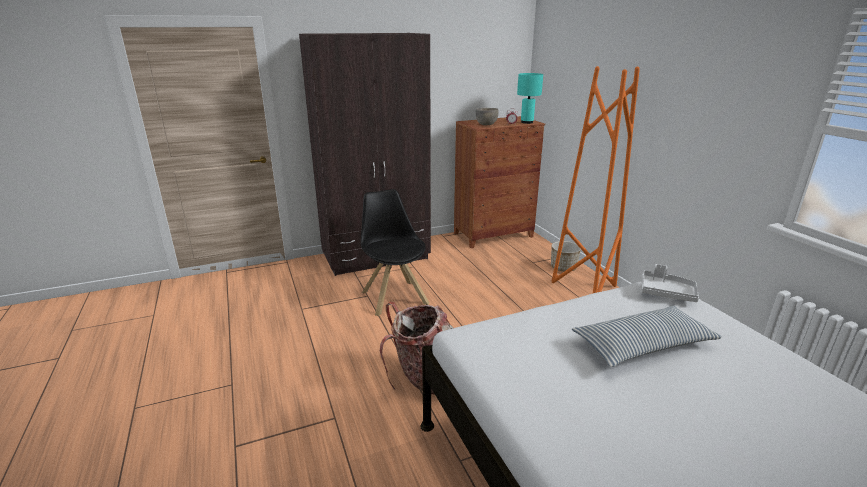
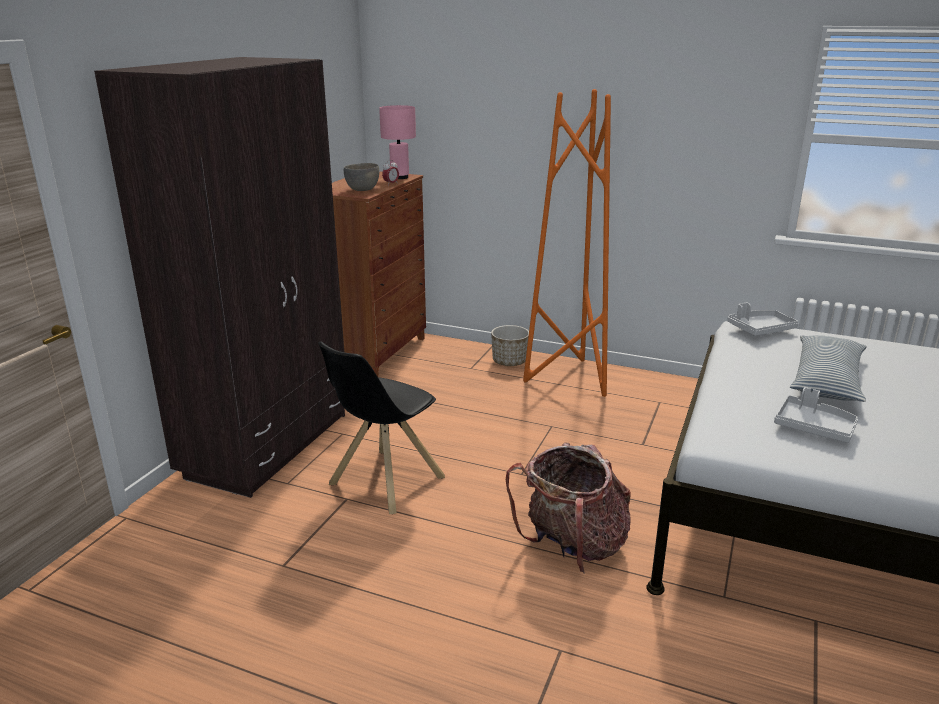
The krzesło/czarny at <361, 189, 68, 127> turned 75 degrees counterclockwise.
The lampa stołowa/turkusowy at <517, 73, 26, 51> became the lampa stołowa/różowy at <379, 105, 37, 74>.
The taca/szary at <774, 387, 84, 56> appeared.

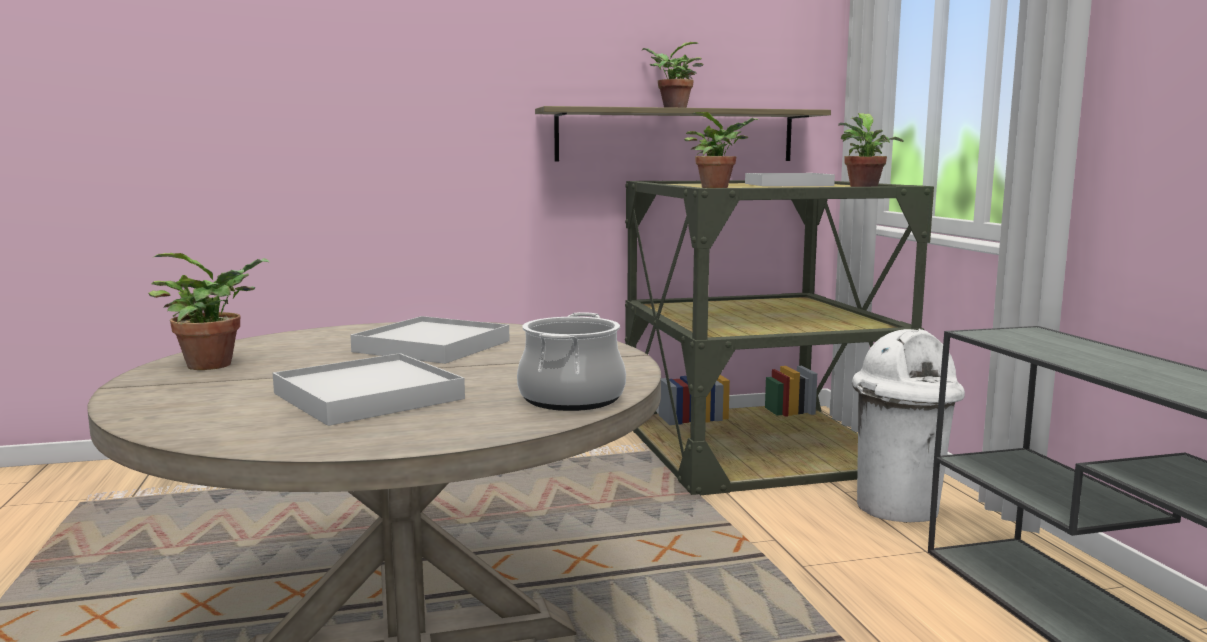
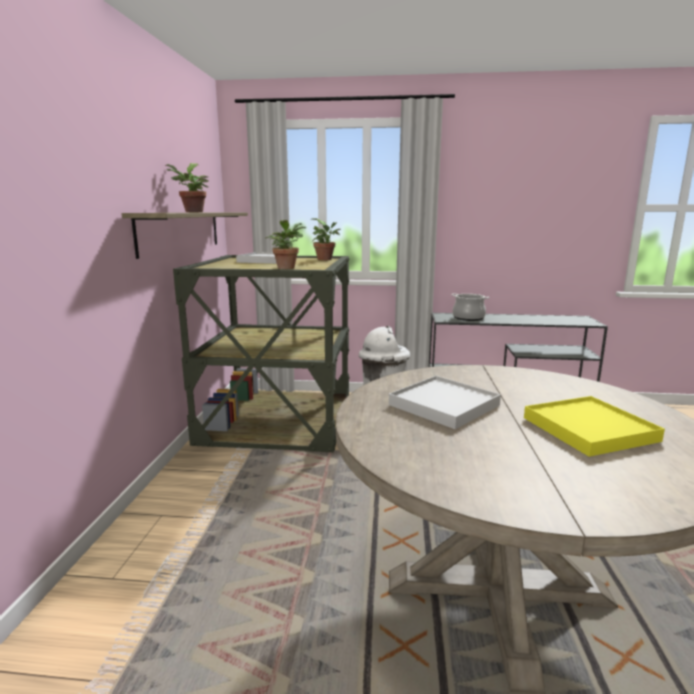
The roślina doniczkowa at <148, 253, 122, 117> disappeared.
The taca/biały at <273, 353, 192, 73> became the taca/żółty at <524, 396, 141, 61>.
The garnek moved from <517, 312, 109, 99> to <451, 293, 38, 28>.

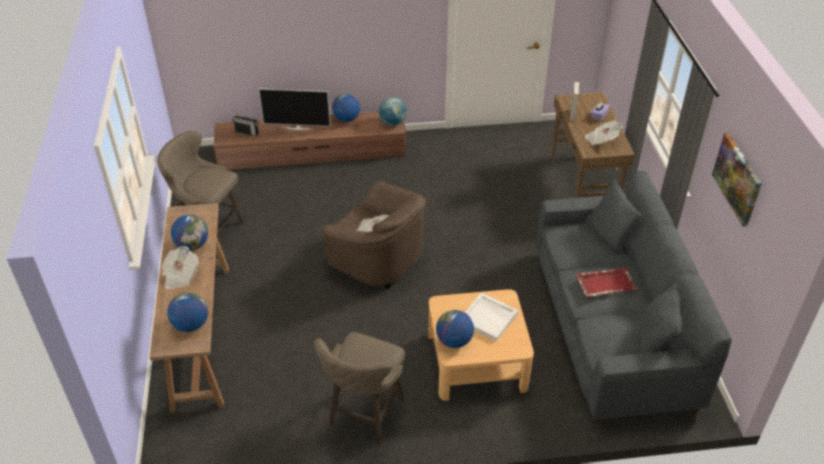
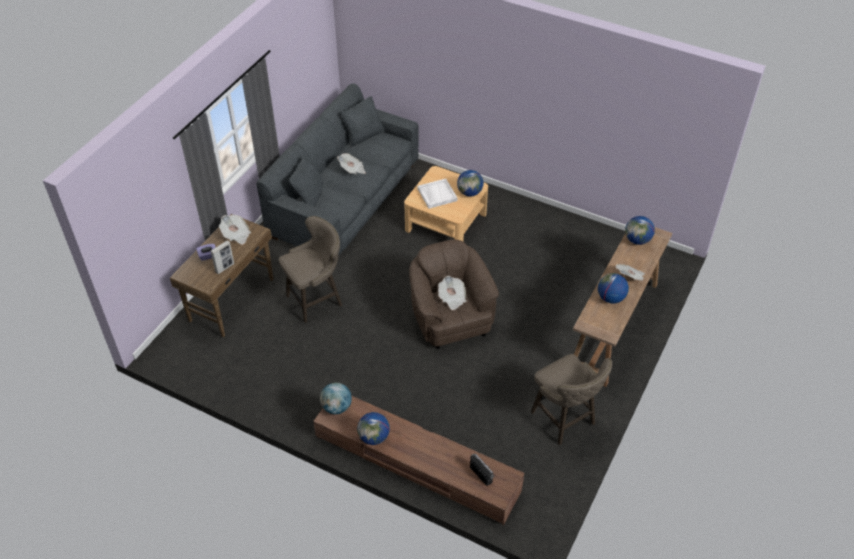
The telewizor at <258, 88, 73, 42> disappeared.
The stołek/beżowy moved from <314, 332, 91, 112> to <279, 216, 63, 107>.
The taca/czerwony at <576, 267, 61, 30> was replaced by the gazeta at <337, 153, 29, 21>.
The obraz at <712, 133, 50, 94> disappeared.

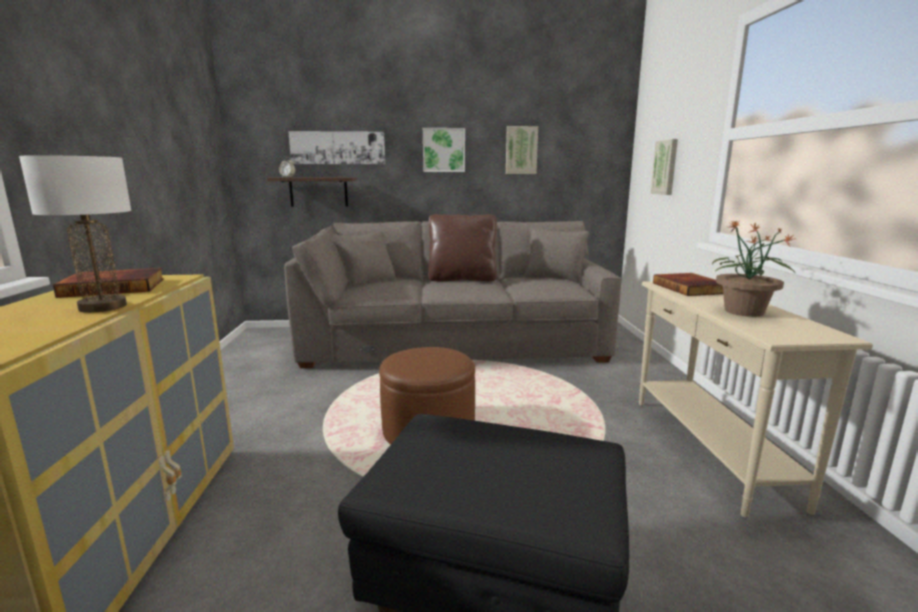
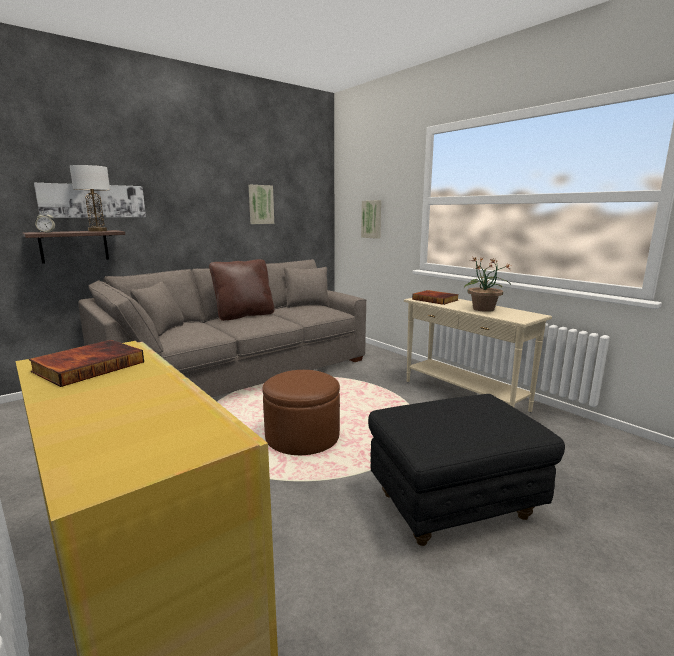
The lampa stołowa moved from <19, 155, 112, 158> to <70, 165, 40, 67>.
The obraz at <423, 128, 42, 44> disappeared.

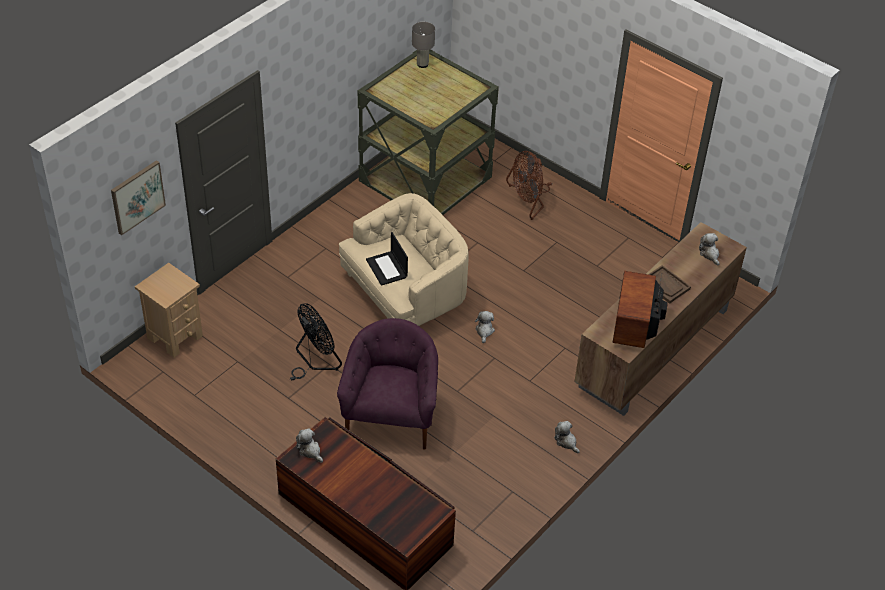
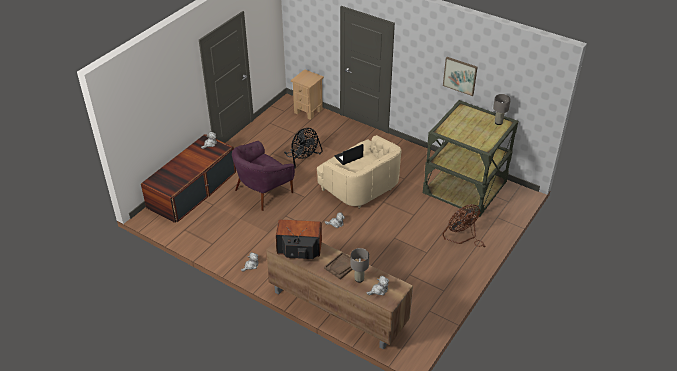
The obraz moved from <111, 160, 55, 75> to <443, 57, 35, 39>.
The fotel/fioletowy at <337, 318, 101, 132> turned 135 degrees clockwise.
The lampa stołowa/szary at <351, 248, 18, 35> appeared.

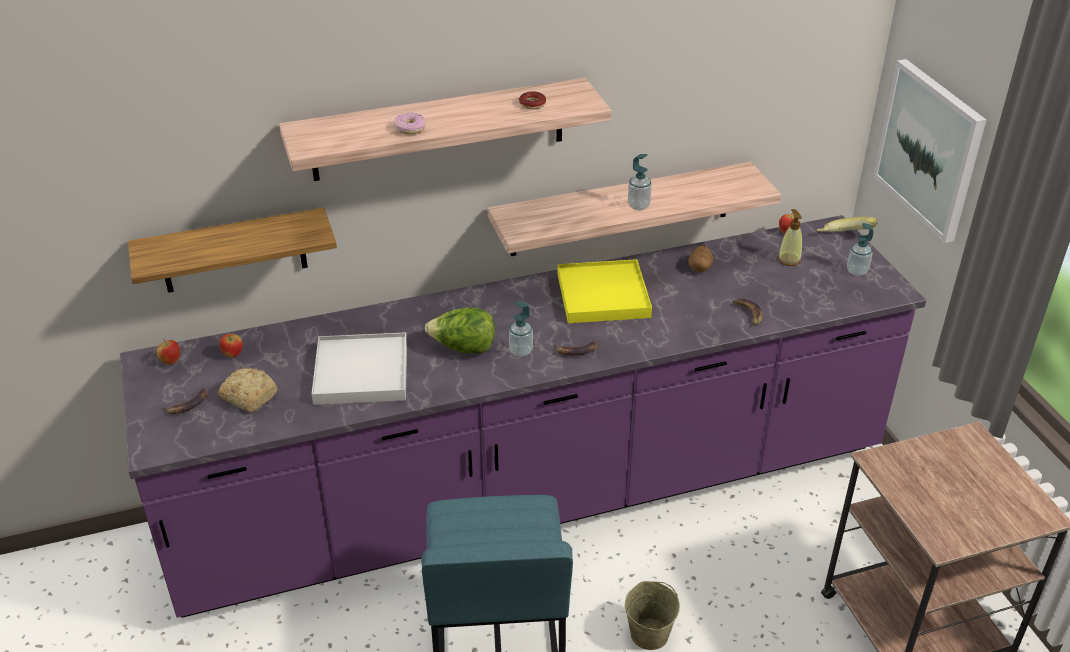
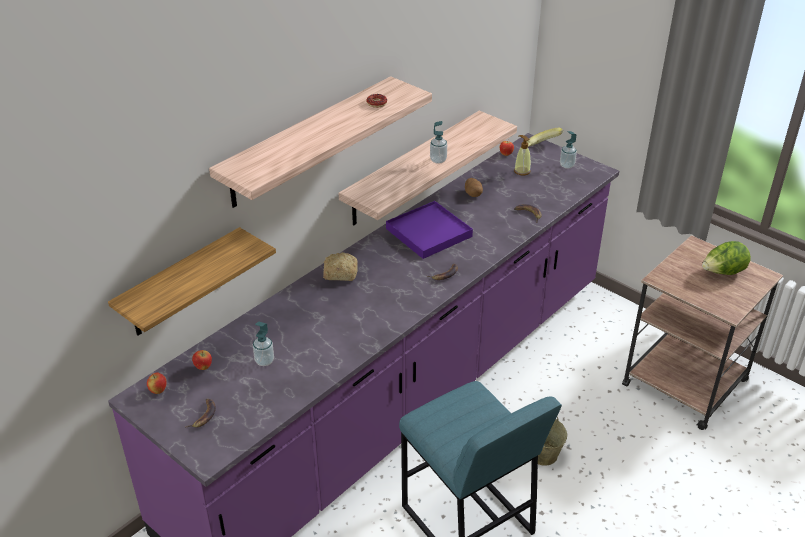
The chleb moved from <218, 367, 59, 45> to <323, 252, 35, 29>.
The taca/biały at <312, 332, 95, 73> disappeared.
The donut at <394, 113, 32, 22> disappeared.
The sałata moved from <425, 307, 70, 46> to <702, 241, 49, 34>.
The dozownik mydła moved from <509, 301, 24, 56> to <253, 322, 21, 44>.
The taca/żółty at <558, 259, 94, 64> became the taca/fioletowy at <386, 201, 87, 58>.
The obraz at <873, 59, 113, 184> disappeared.

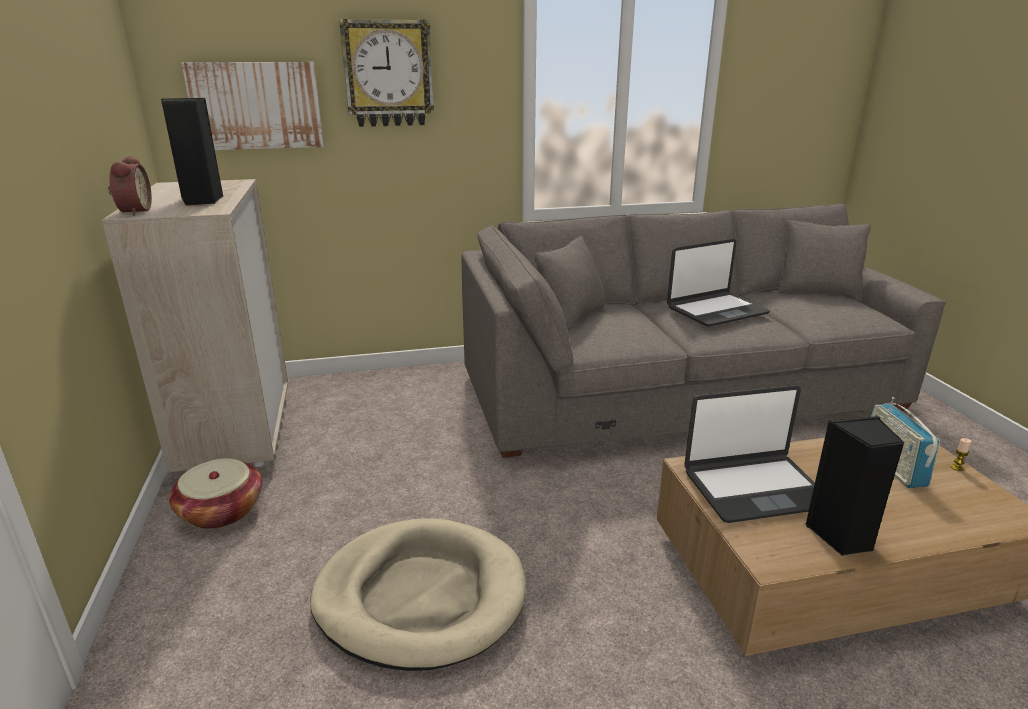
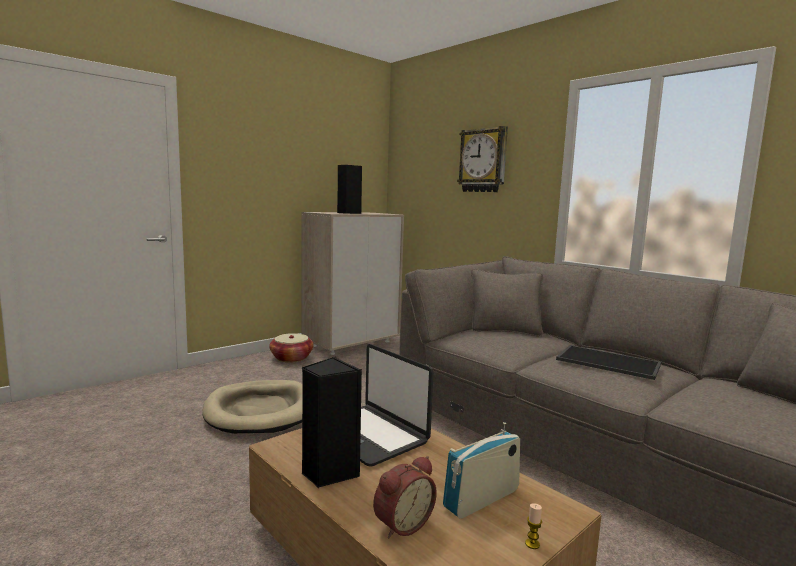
The budzik moved from <108, 156, 44, 59> to <373, 456, 64, 83>.
The obraz at <181, 62, 143, 88> disappeared.
The laptop at <667, 239, 103, 88> was replaced by the taca at <556, 345, 105, 35>.

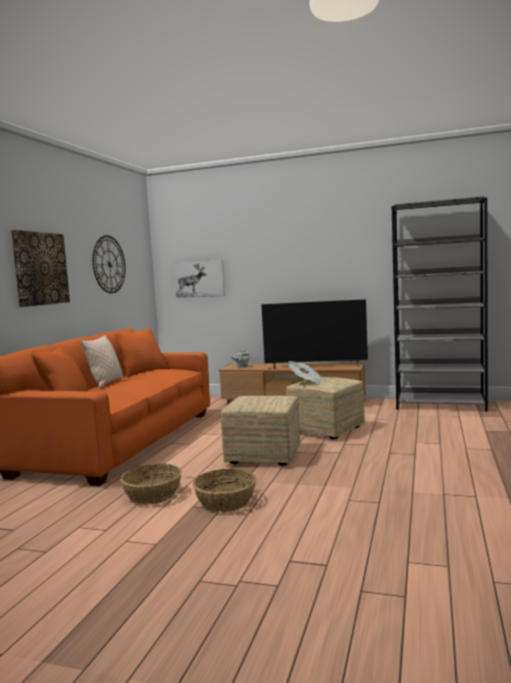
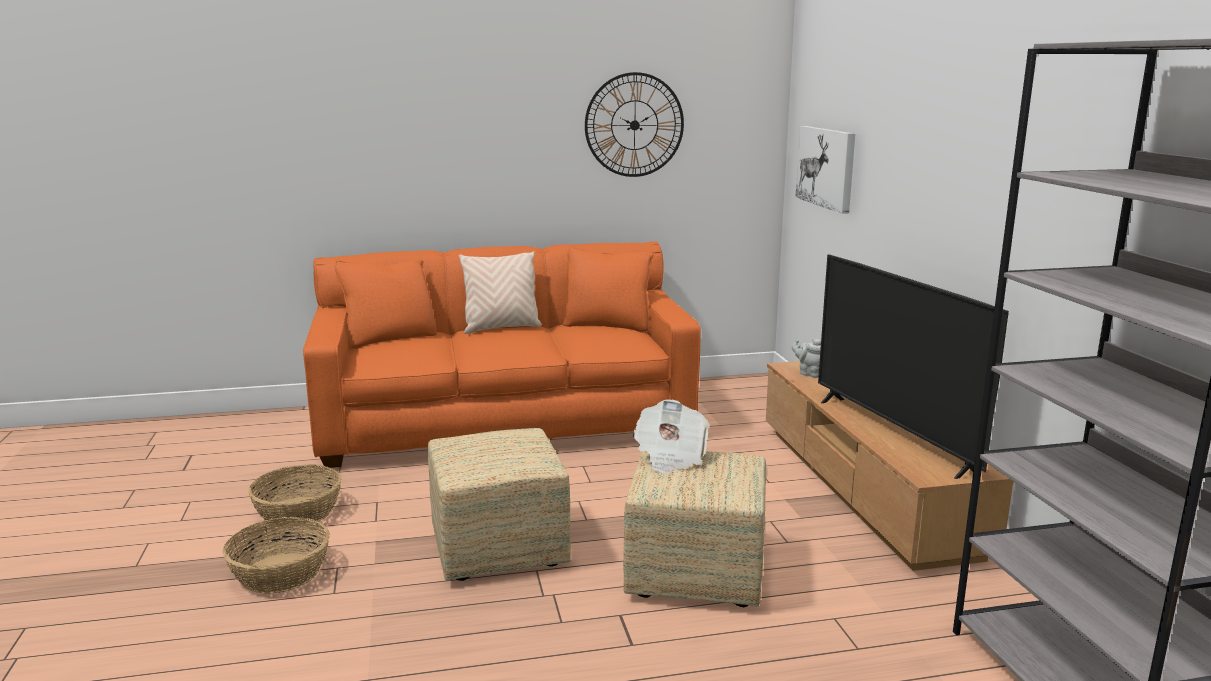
The obraz at <11, 230, 59, 77> disappeared.

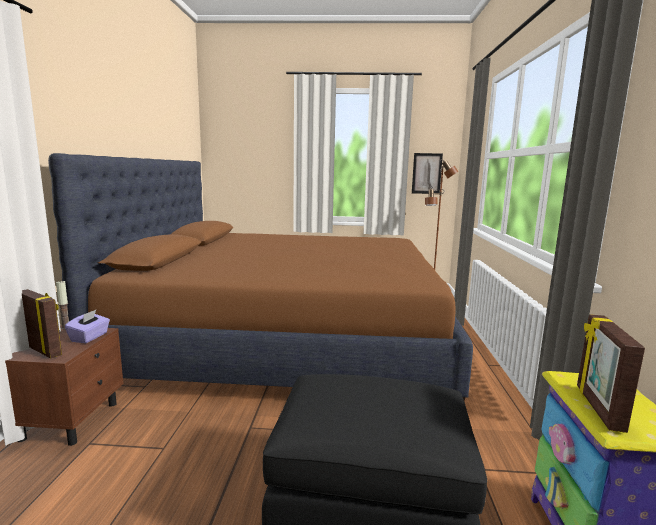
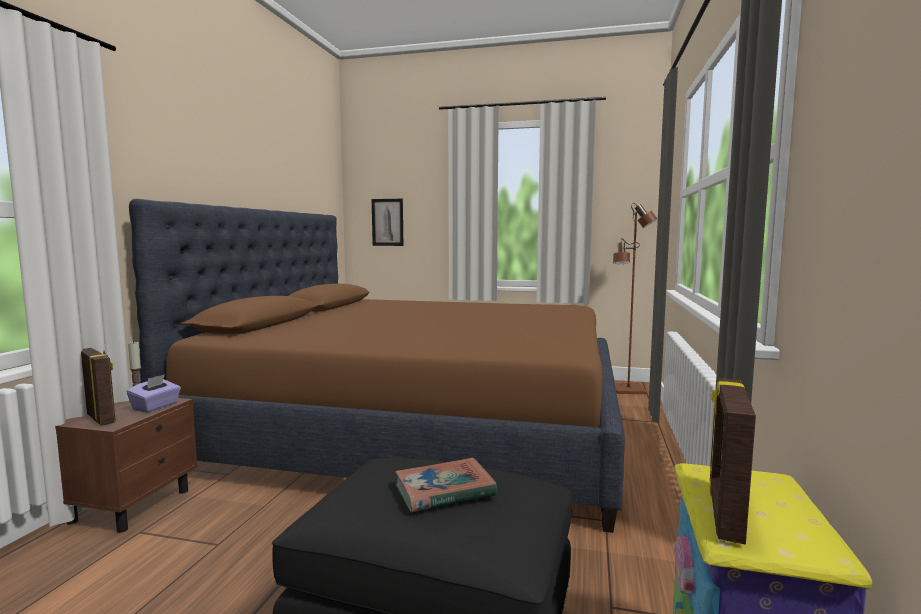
The obraz moved from <412, 153, 31, 41> to <372, 199, 31, 47>.
The książka at <395, 458, 102, 54> appeared.

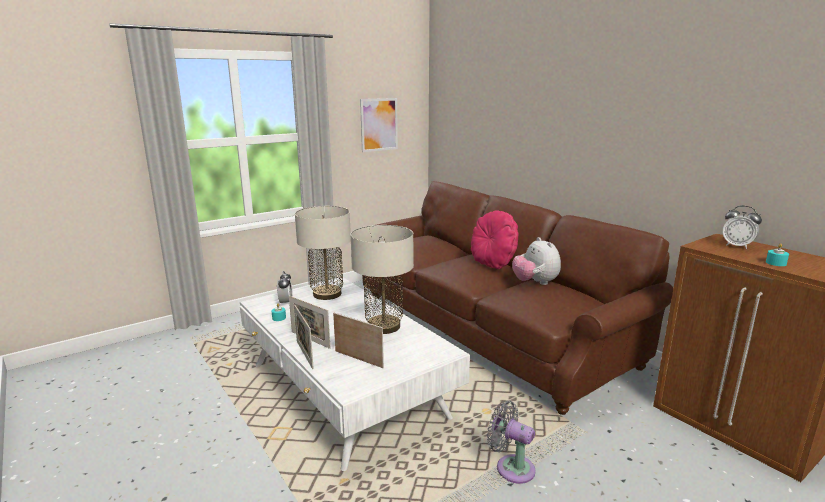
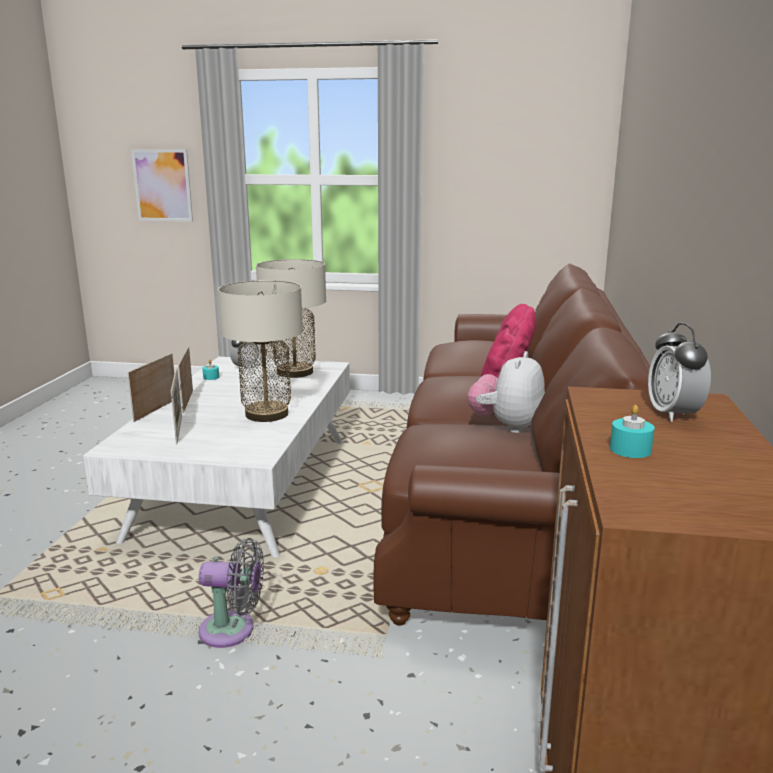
The obraz moved from <360, 98, 38, 54> to <131, 149, 62, 73>.
The wentylator/szary at <487, 400, 49, 84> turned 105 degrees clockwise.

